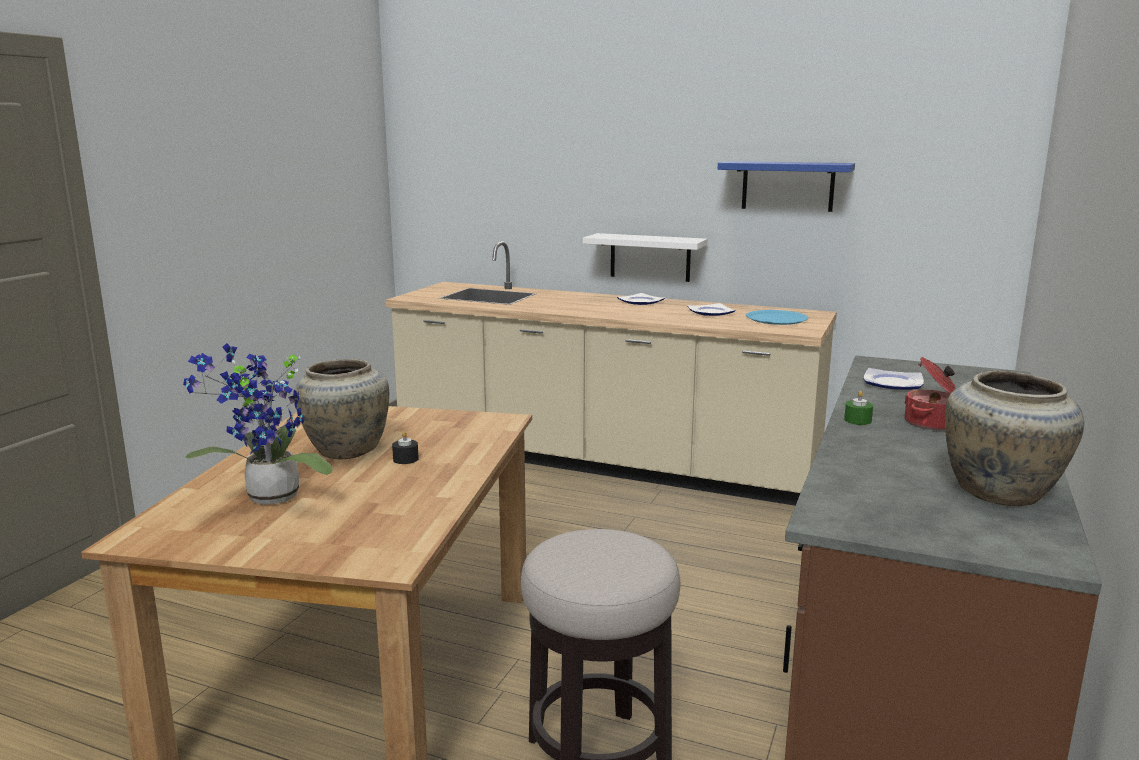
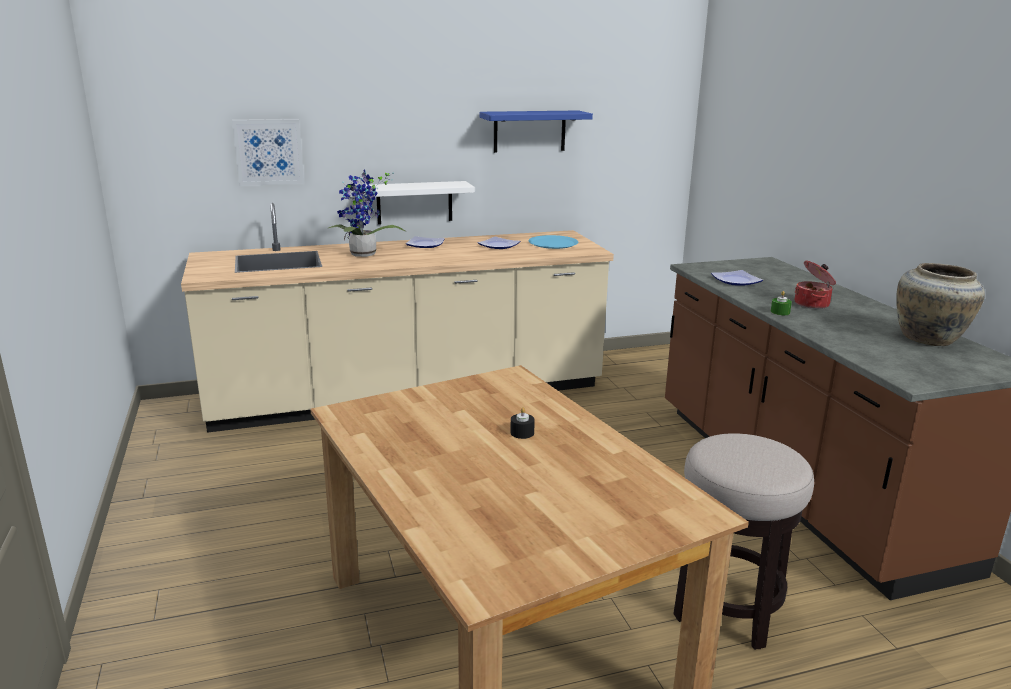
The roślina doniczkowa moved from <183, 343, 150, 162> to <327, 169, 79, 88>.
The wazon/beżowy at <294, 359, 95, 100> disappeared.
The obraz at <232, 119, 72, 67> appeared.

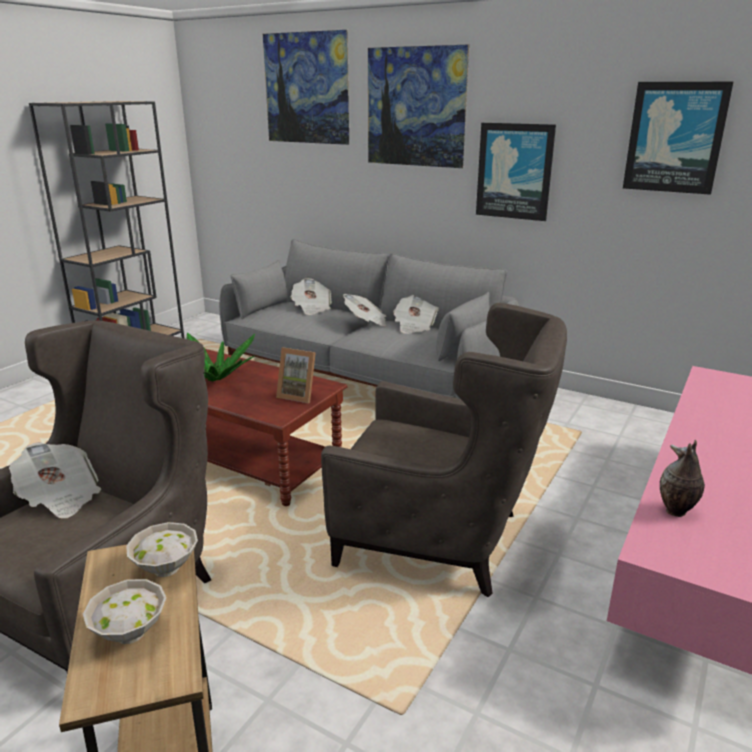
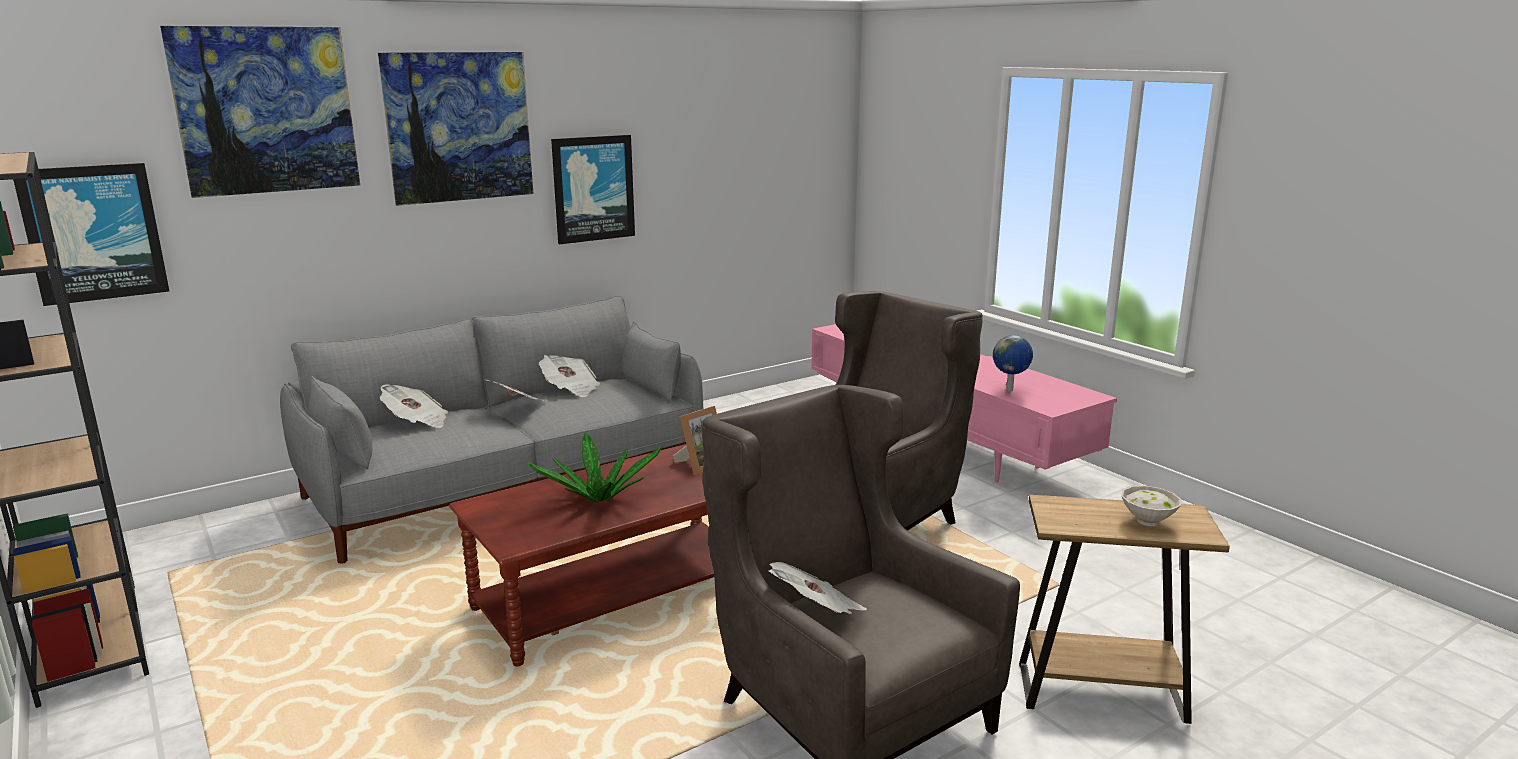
The miska/biały at <126, 522, 72, 55> disappeared.
The obraz moved from <623, 82, 110, 113> to <13, 163, 156, 143>.
The wazon at <660, 440, 45, 77> was replaced by the globus at <993, 335, 40, 57>.

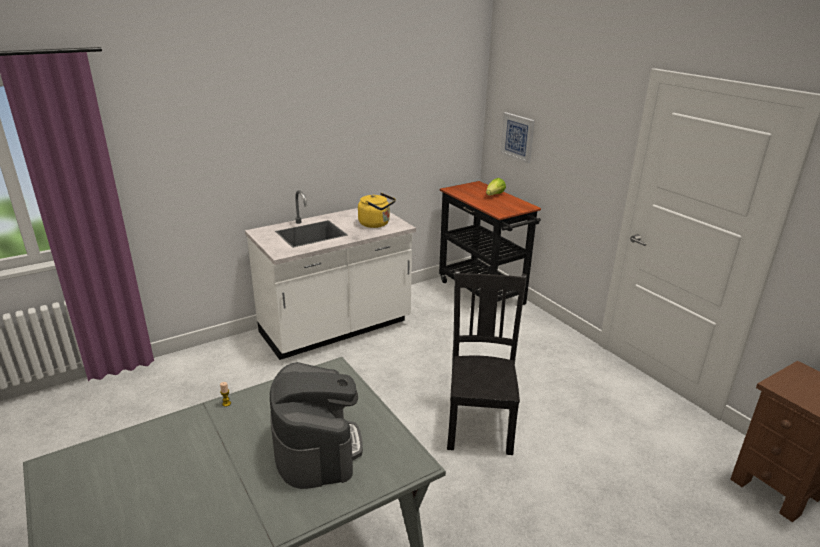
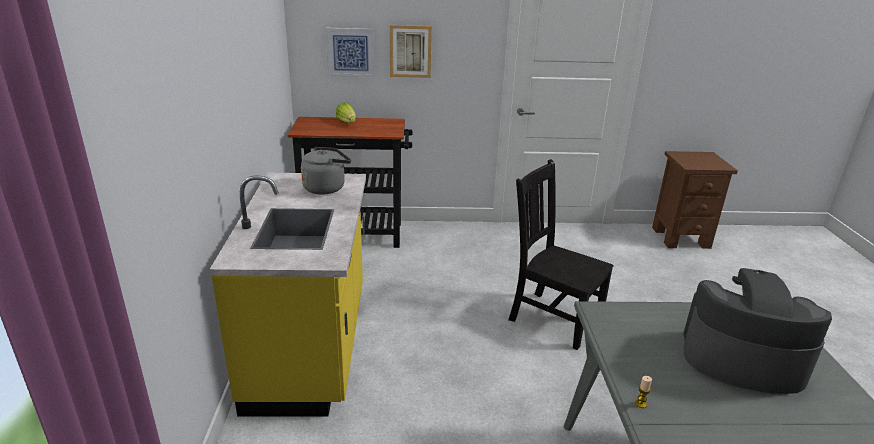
The zabudowa kuchenna/biały at <245, 190, 171, 170> became the zabudowa kuchenna/żółty at <209, 173, 157, 244>.
The czajnik/żółty at <358, 193, 38, 35> became the czajnik/szary at <301, 147, 50, 47>.
The obraz at <390, 25, 42, 53> appeared.

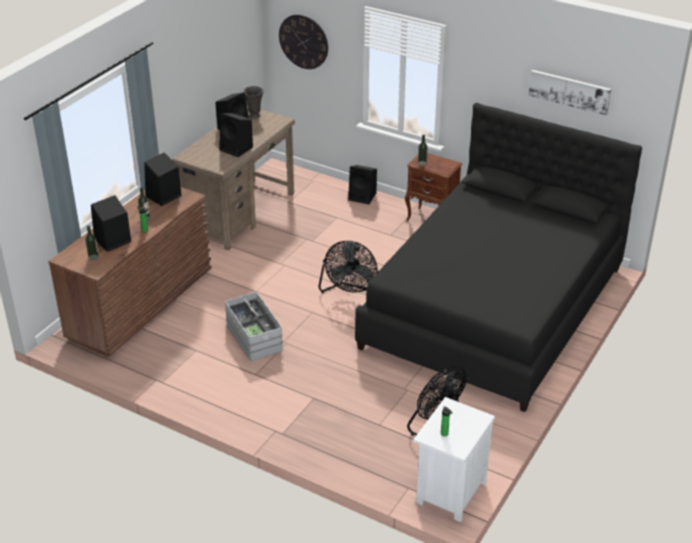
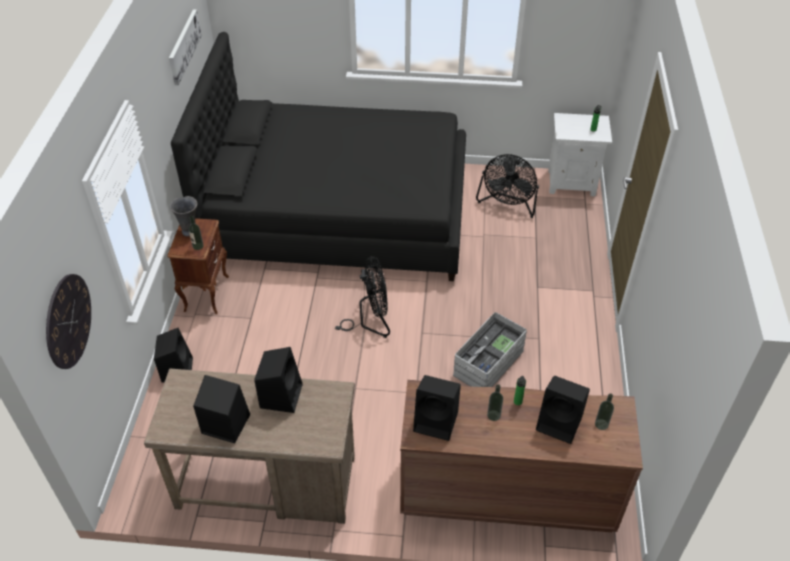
The wazon/szary moved from <243, 86, 21, 33> to <170, 196, 27, 40>.

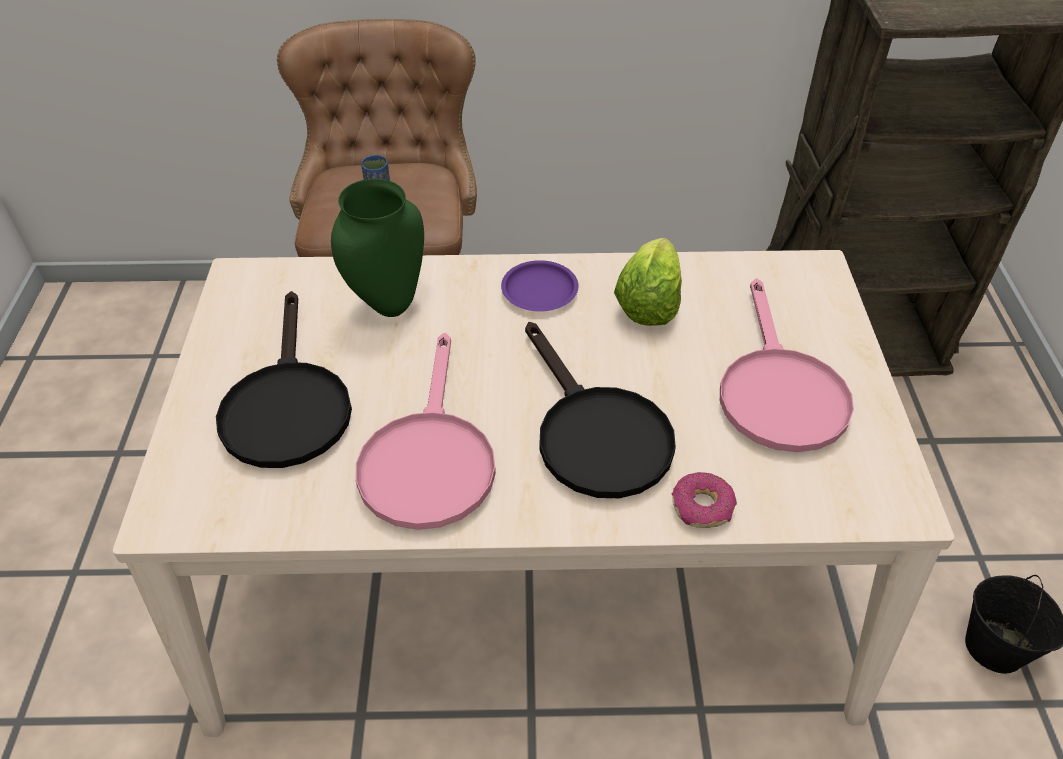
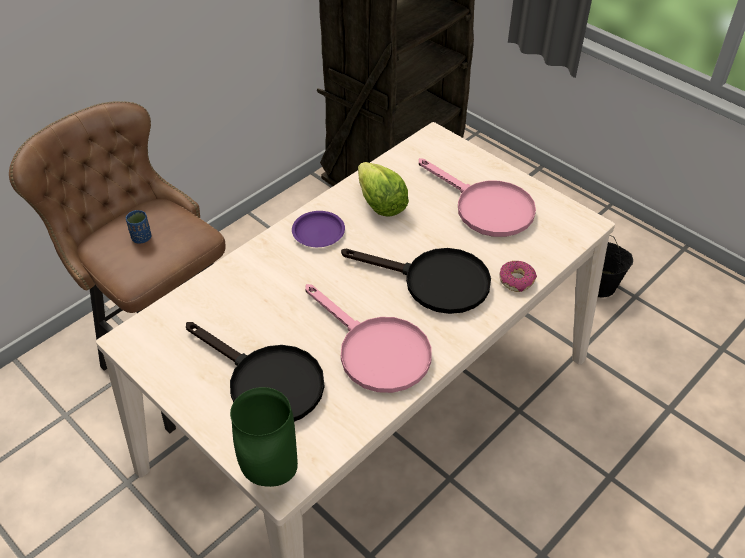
The wazon/zielony moved from <331, 179, 93, 138> to <230, 387, 68, 100>.

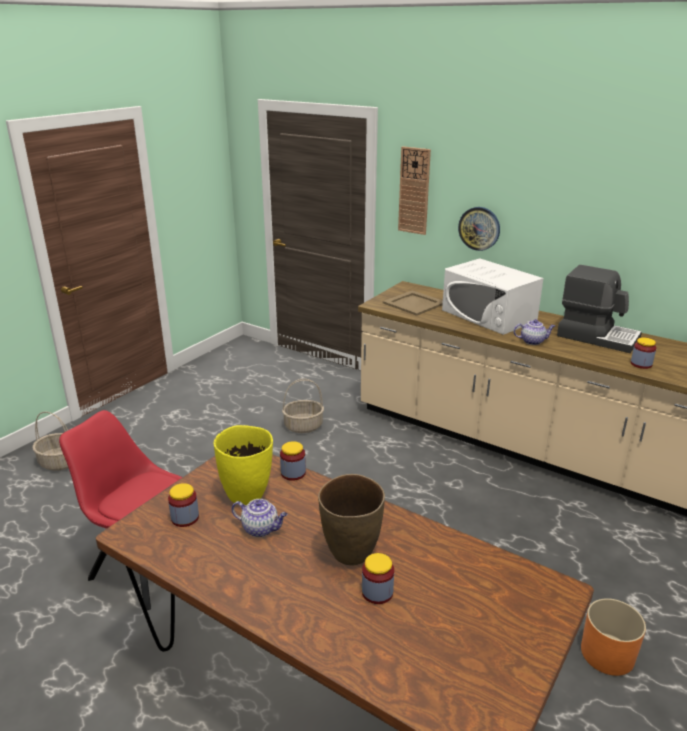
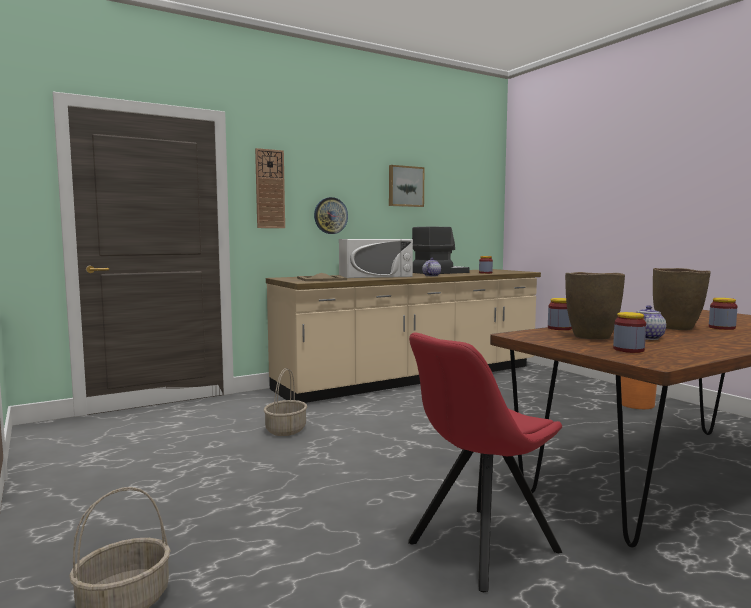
The wazon/żółty at <214, 425, 59, 80> became the wazon/brązowy at <565, 272, 60, 67>.
The obraz at <389, 165, 36, 42> appeared.

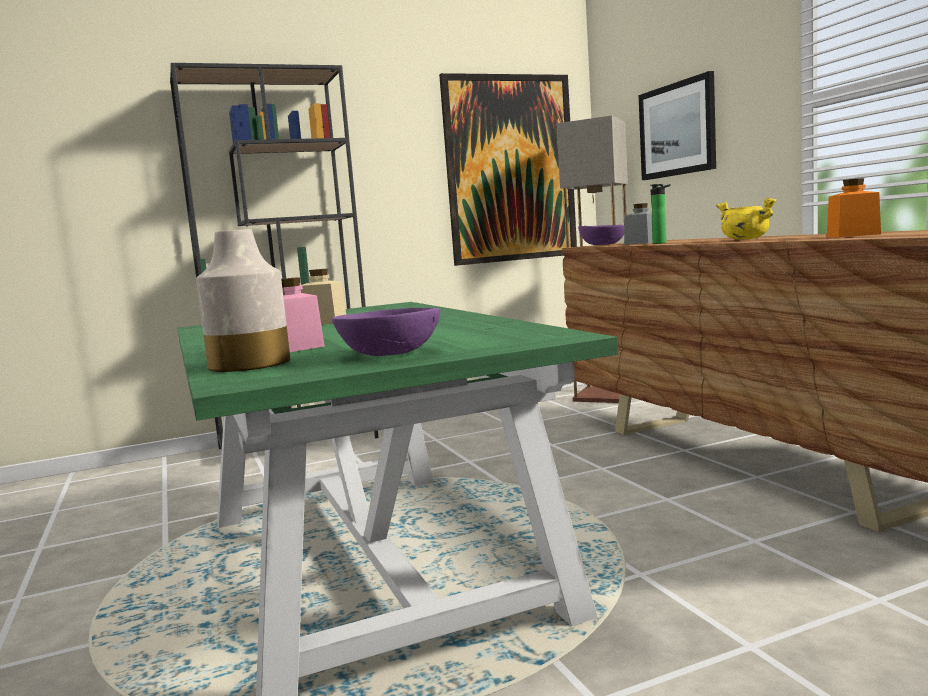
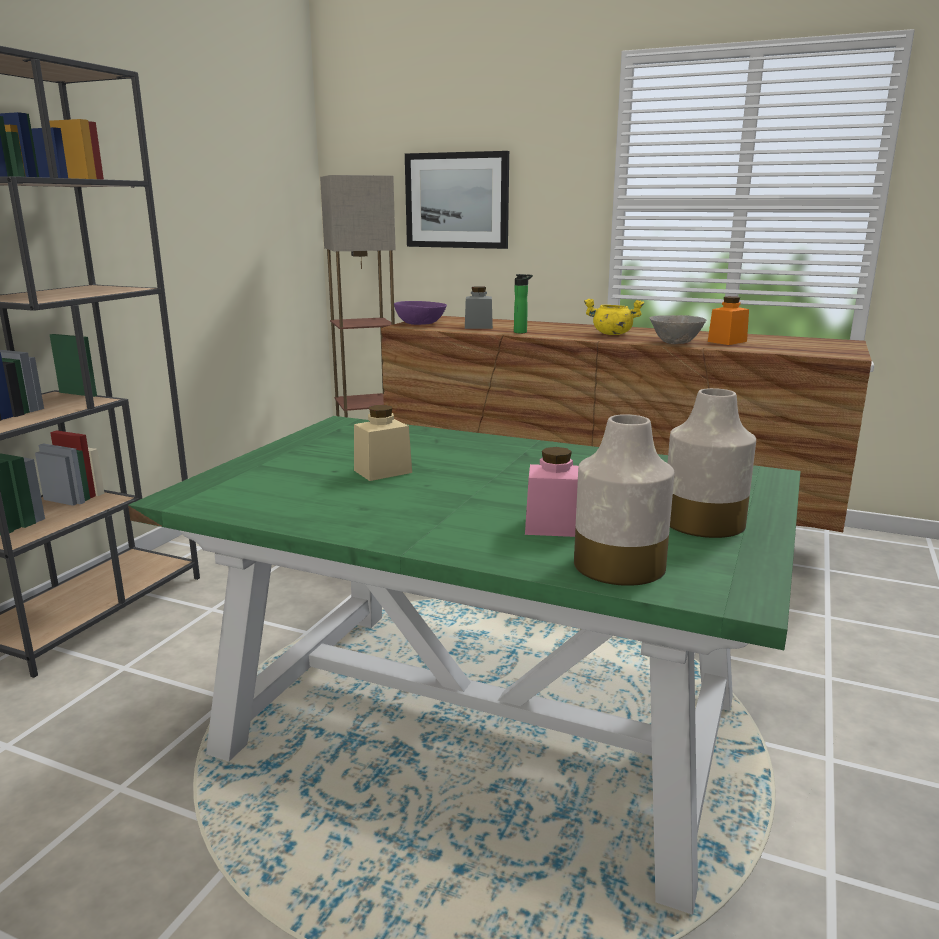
The miska/fioletowy at <332, 308, 108, 48> was replaced by the wazon/beżowy at <668, 388, 88, 150>.
The obraz at <439, 73, 138, 193> disappeared.
The miska/szary at <649, 315, 57, 29> appeared.

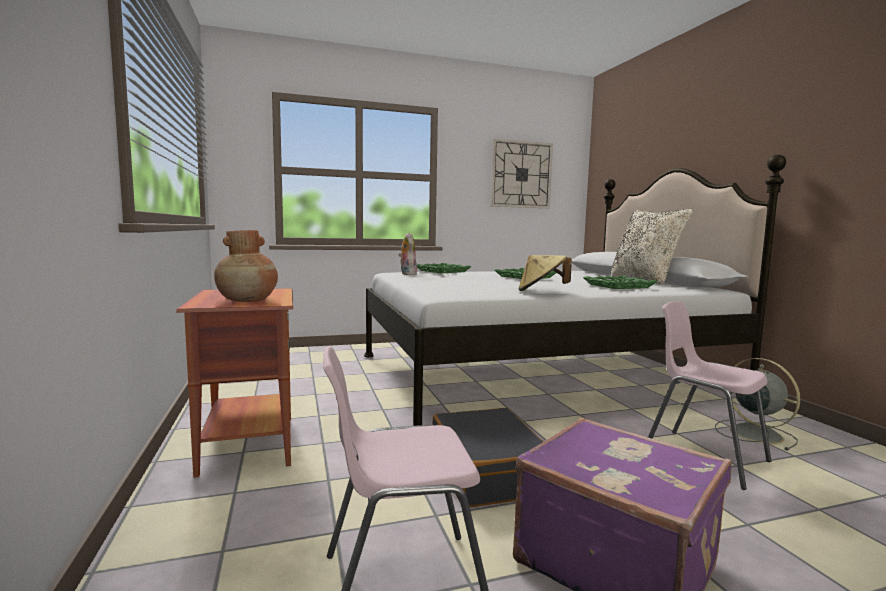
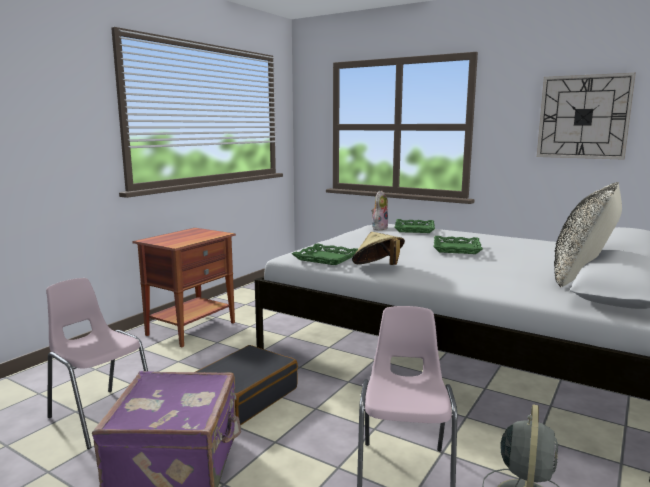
The wazon/brązowy at <214, 230, 64, 72> disappeared.
The taca/zielony moved from <583, 276, 75, 13> to <292, 244, 66, 21>.

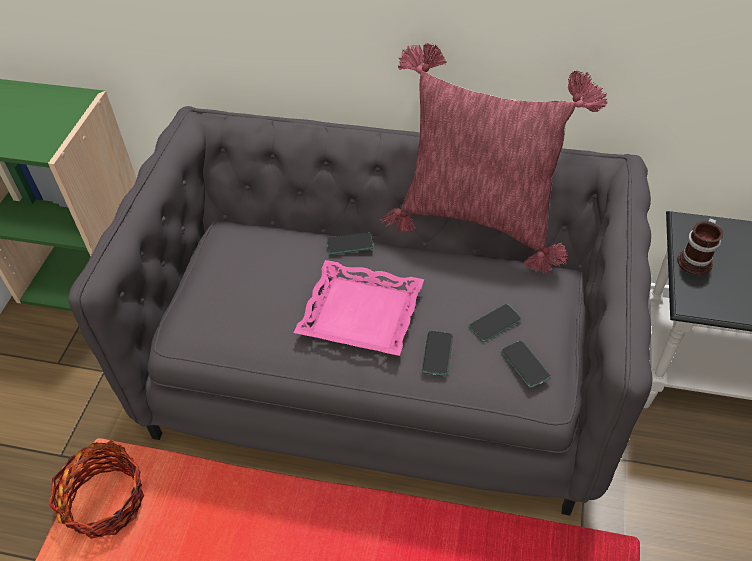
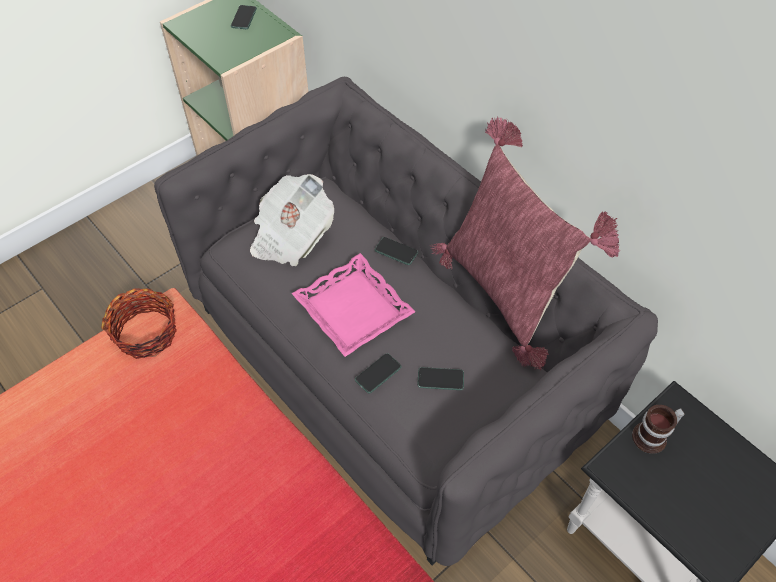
The telefon moved from <501, 341, 50, 47> to <231, 5, 26, 24>.
The gazeta at <250, 174, 84, 92> appeared.

